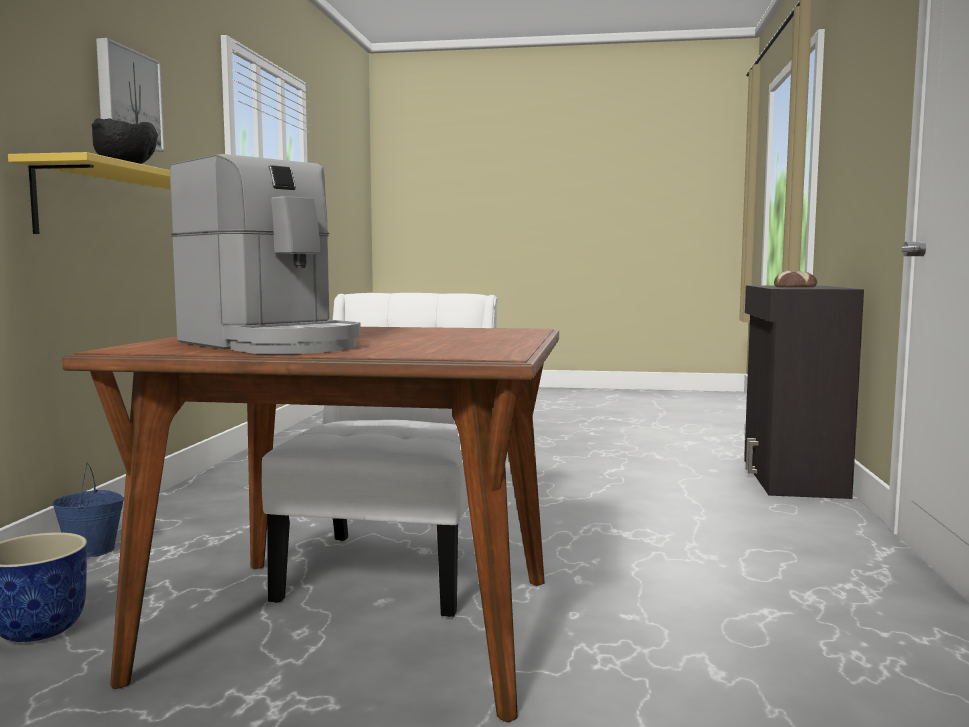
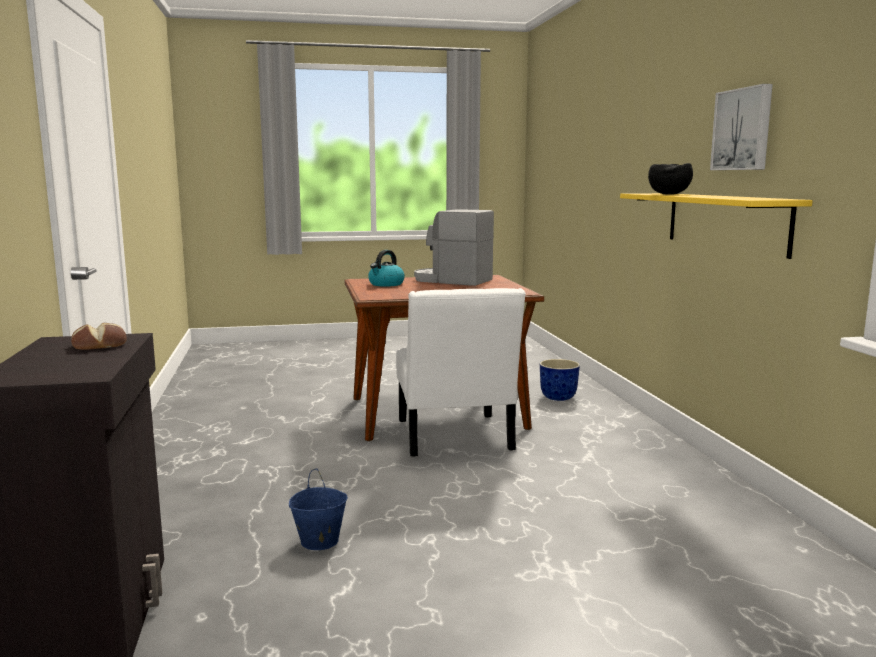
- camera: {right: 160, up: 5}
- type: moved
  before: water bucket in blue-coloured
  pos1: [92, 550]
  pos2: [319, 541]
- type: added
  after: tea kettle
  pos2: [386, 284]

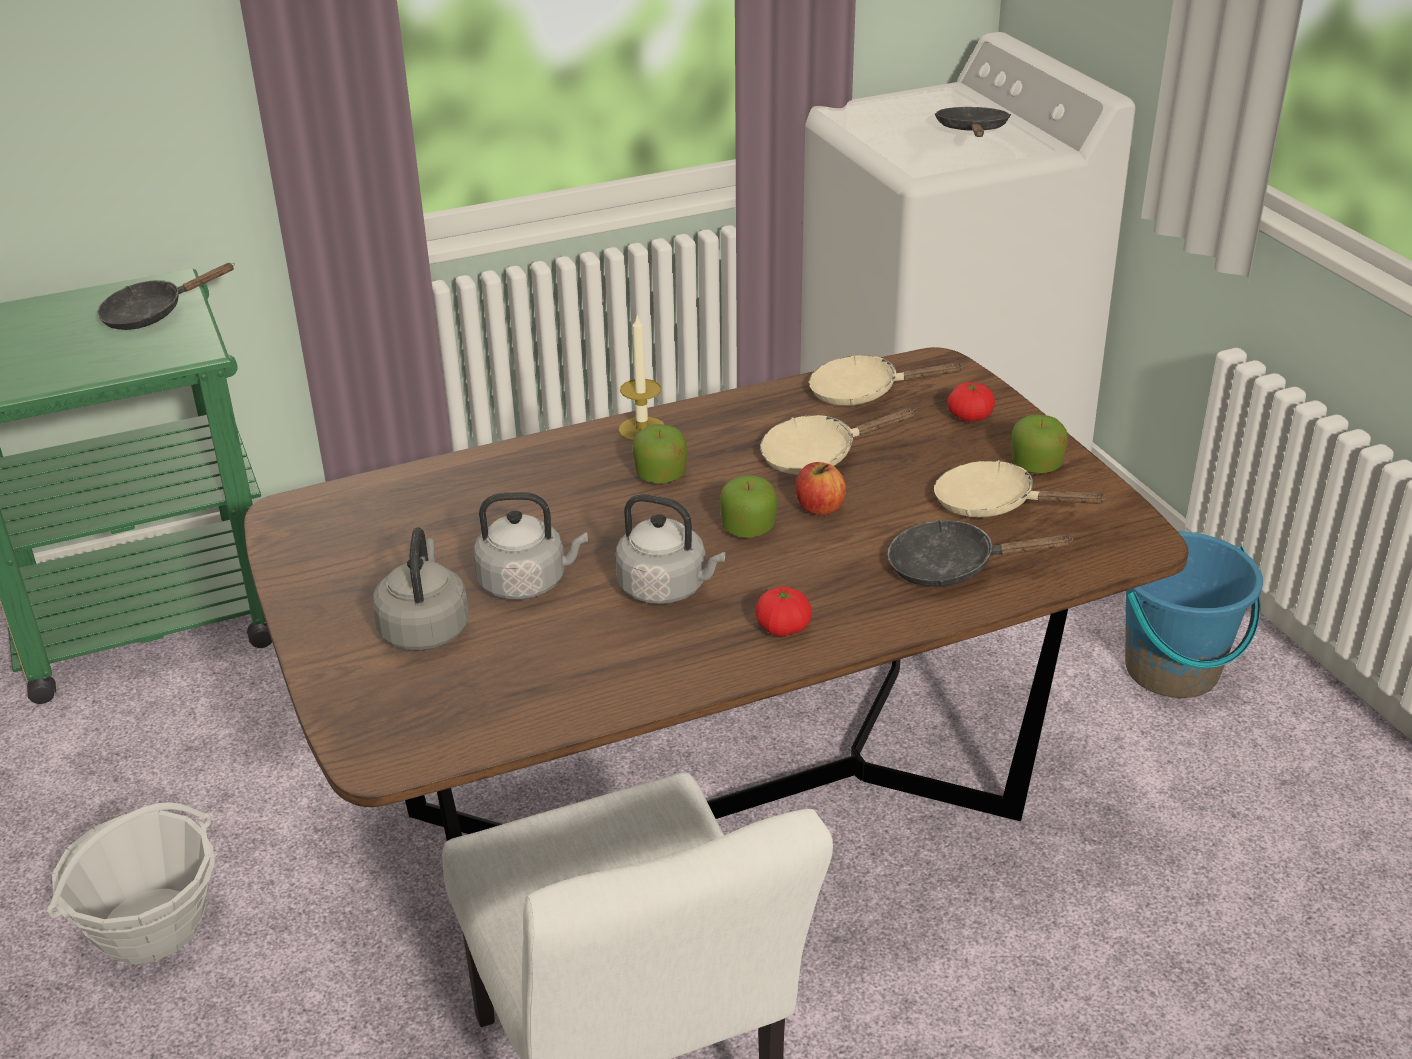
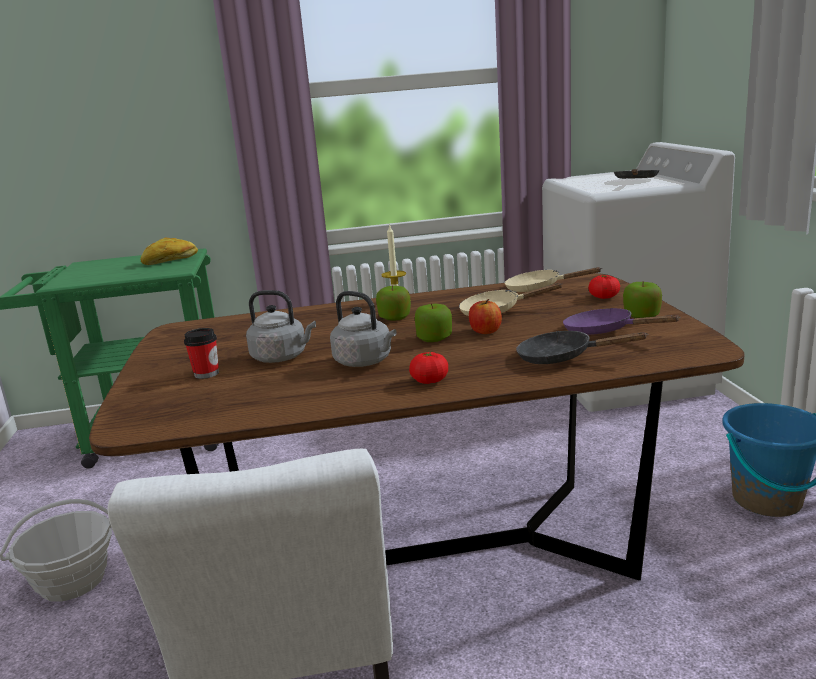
- camera: {right: 15, up: -15}
- type: replaced
  before: pan in black-coloured
  after: baked bread
  pos1: [152, 314]
  pos2: [170, 260]
- type: recoloured
  before: pan in sand-coloured
  after: pan in purple-coloured
  pos1: [994, 505]
  pos2: [605, 332]
- type: replaced
  before: tea kettle in grey
  after: drinking cup
  pos1: [425, 628]
  pos2: [206, 374]

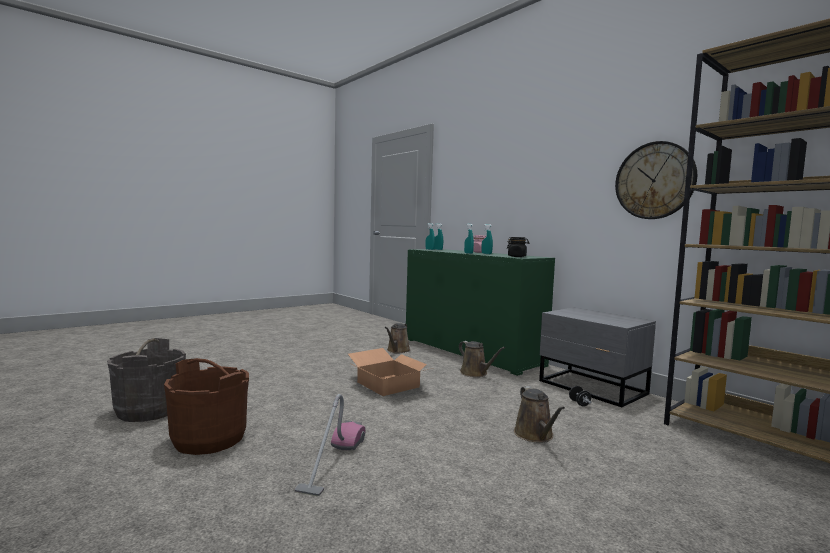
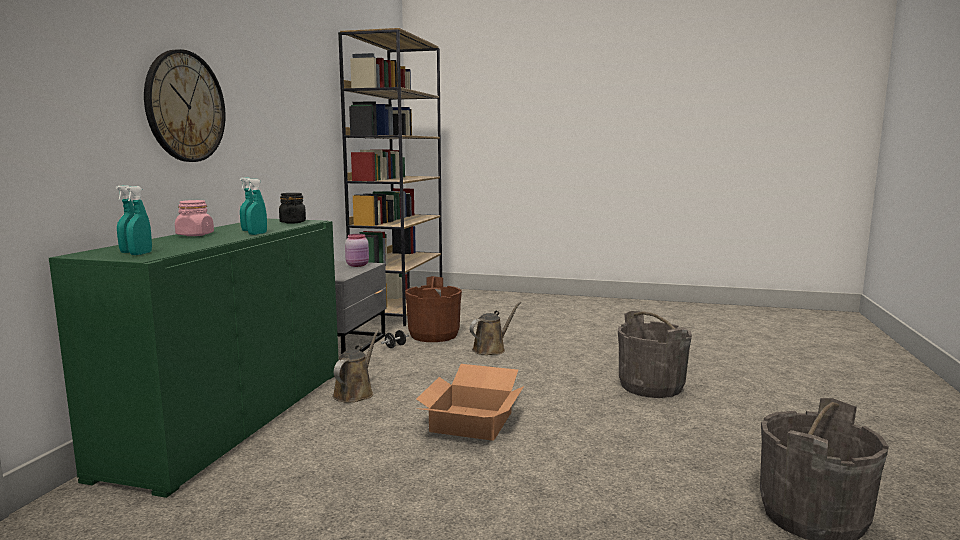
- camera: {right: -125, up: 5}
- type: moved
  before: hanging clock
  pos1: [654, 180]
  pos2: [185, 106]
- type: removed
  before: sprinkling can in brown-coloured
  pos1: [397, 351]
- type: moved
  before: water bucket in brown-coloured
  pos1: [209, 439]
  pos2: [434, 335]
- type: replaced
  before: vacuum
  after: water bucket in grey
  pos1: [333, 462]
  pos2: [651, 386]
- type: added
  after: jar in pink-coloured
  pos2: [358, 265]

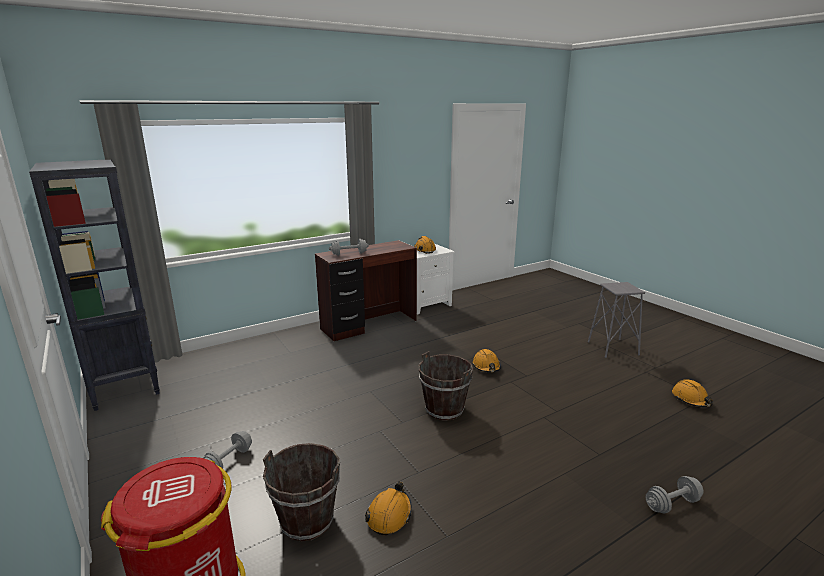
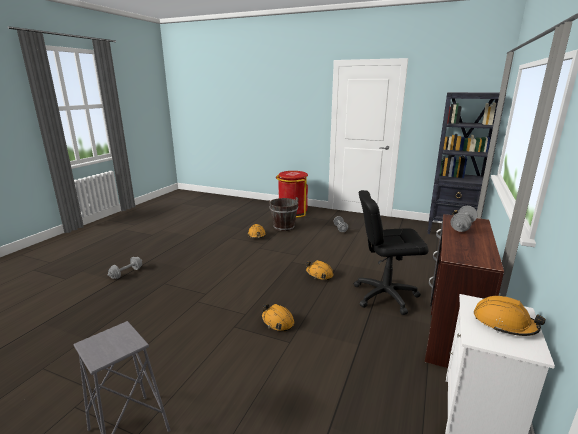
- camera: {right: 145, up: 0}
- type: removed
  before: water bucket in brown-coloured
  pos1: [444, 409]
- type: moved
  before: hard hat in orangey
  pos1: [691, 399]
  pos2: [319, 274]
- type: added
  after: computer chair in black-coloured
  pos2: [385, 295]

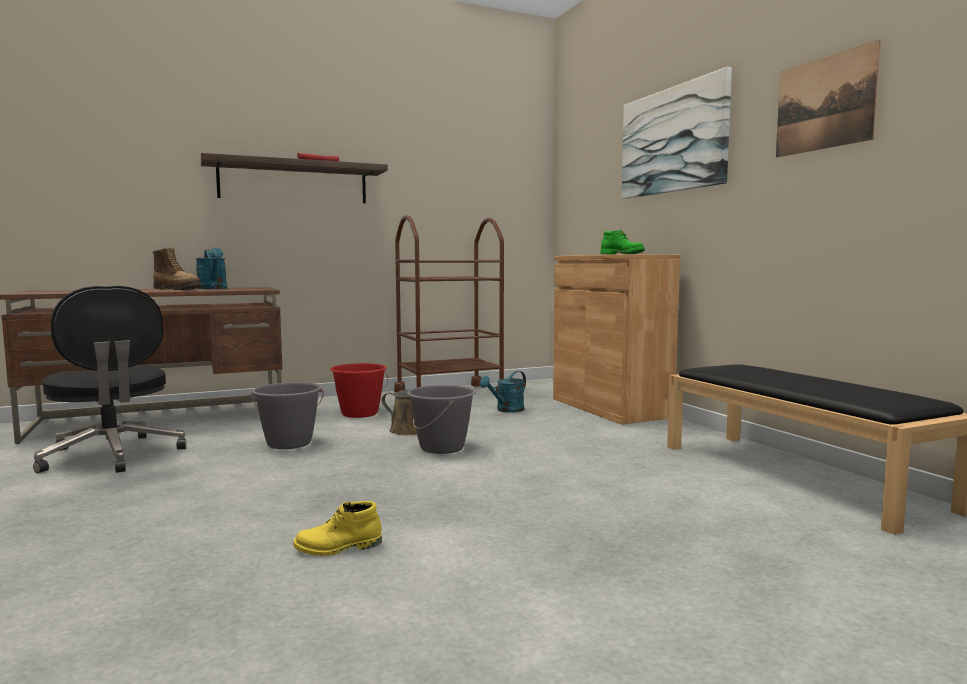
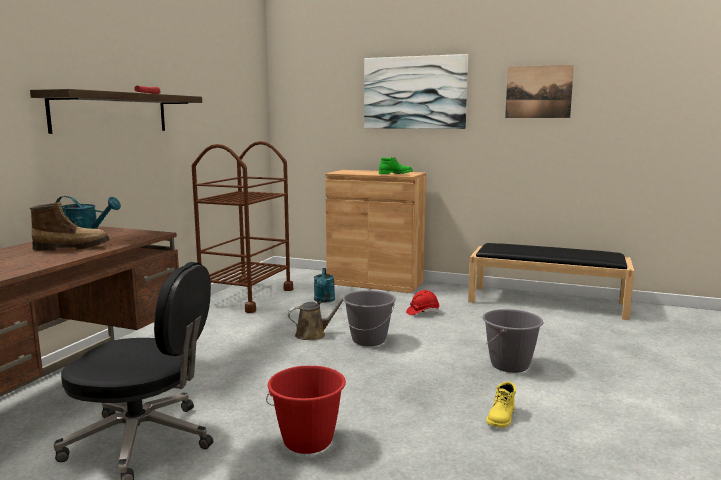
- camera: {right: -45, up: 5}
- type: moved
  before: water bucket in reddish
  pos1: [359, 414]
  pos2: [308, 441]
- type: moved
  before: water bucket in grey
  pos1: [289, 443]
  pos2: [510, 365]
- type: added
  after: hard hat in reddish
  pos2: [422, 312]

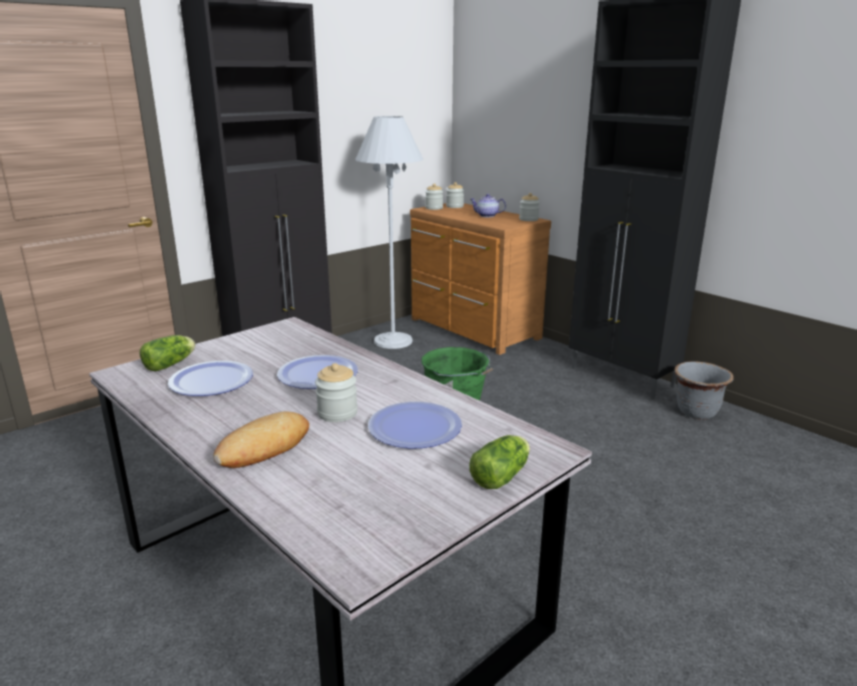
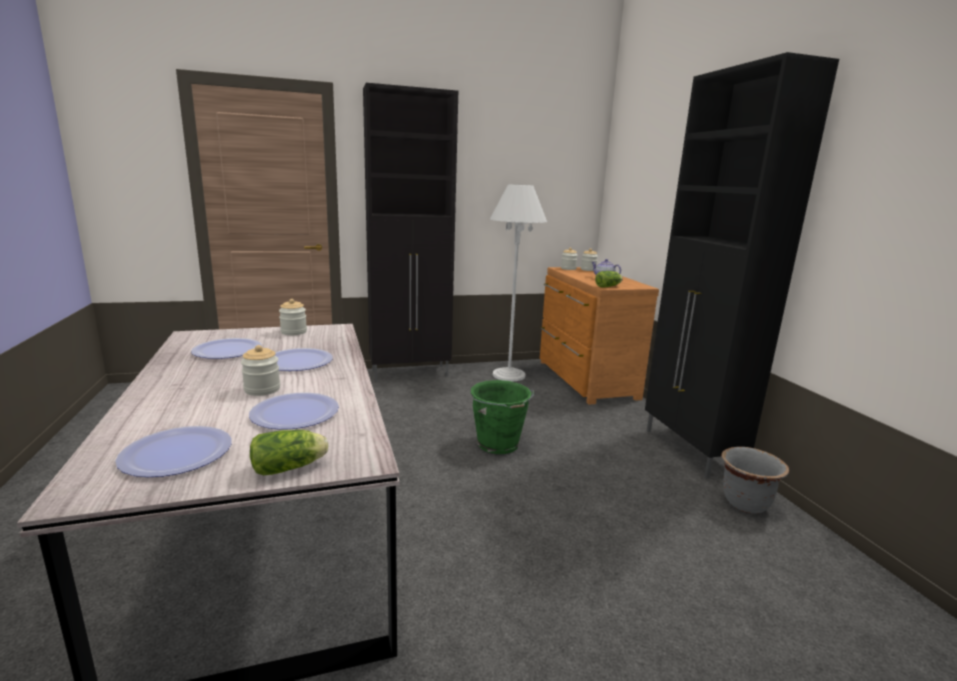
- camera: {right: 25, up: -5}
- type: moved
  before: jar
  pos1: [528, 219]
  pos2: [293, 332]
- type: moved
  before: lettuce
  pos1: [171, 364]
  pos2: [609, 286]
- type: removed
  before: baked bread
  pos1: [264, 447]
- type: added
  after: plate
  pos2: [177, 453]

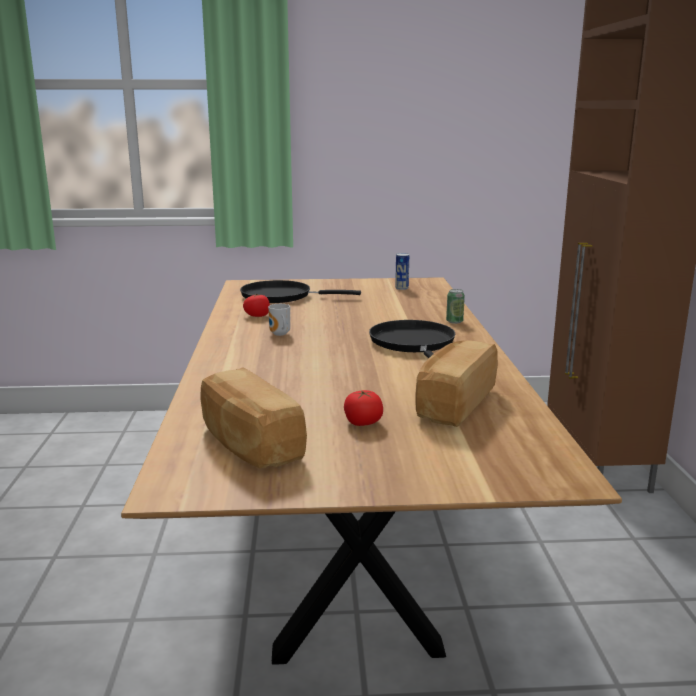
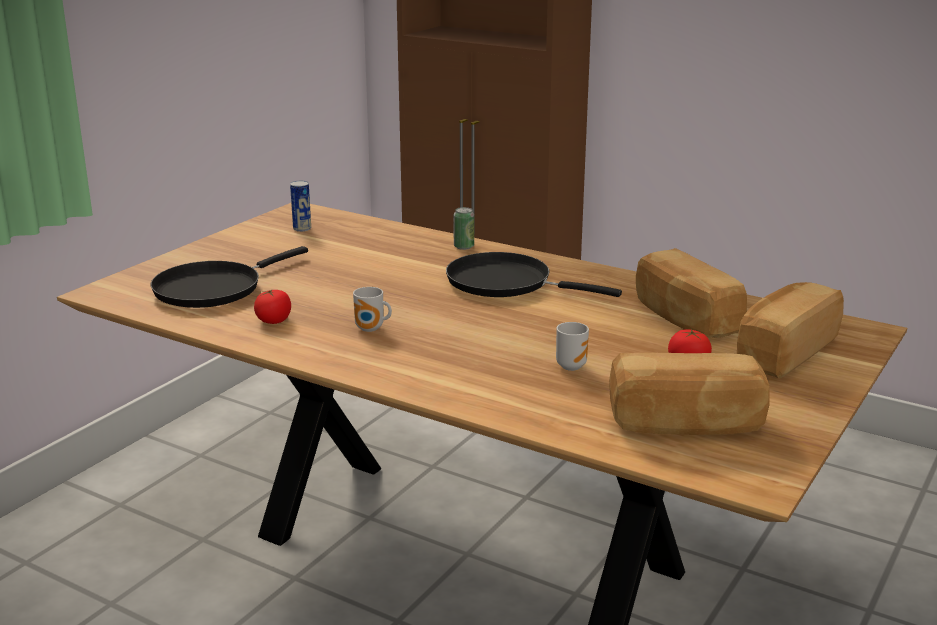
- camera: {right: -55, up: 5}
- type: added
  after: baked bread
  pos2: [783, 352]
- type: added
  after: mug
  pos2: [571, 365]

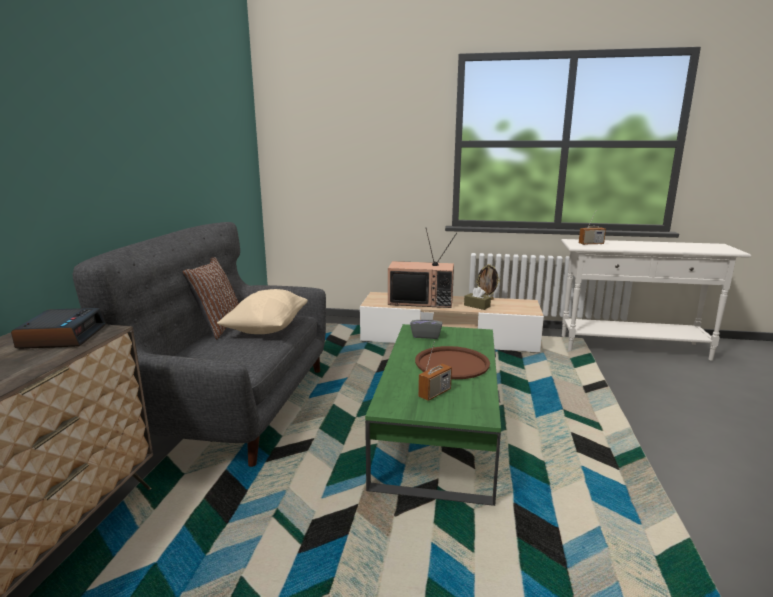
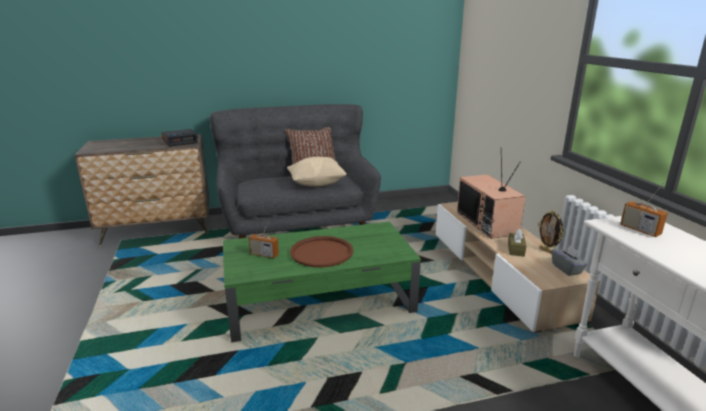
- camera: {right: 65, up: 5}
- type: moved
  before: tissue box in grey
  pos1: [426, 335]
  pos2: [567, 269]

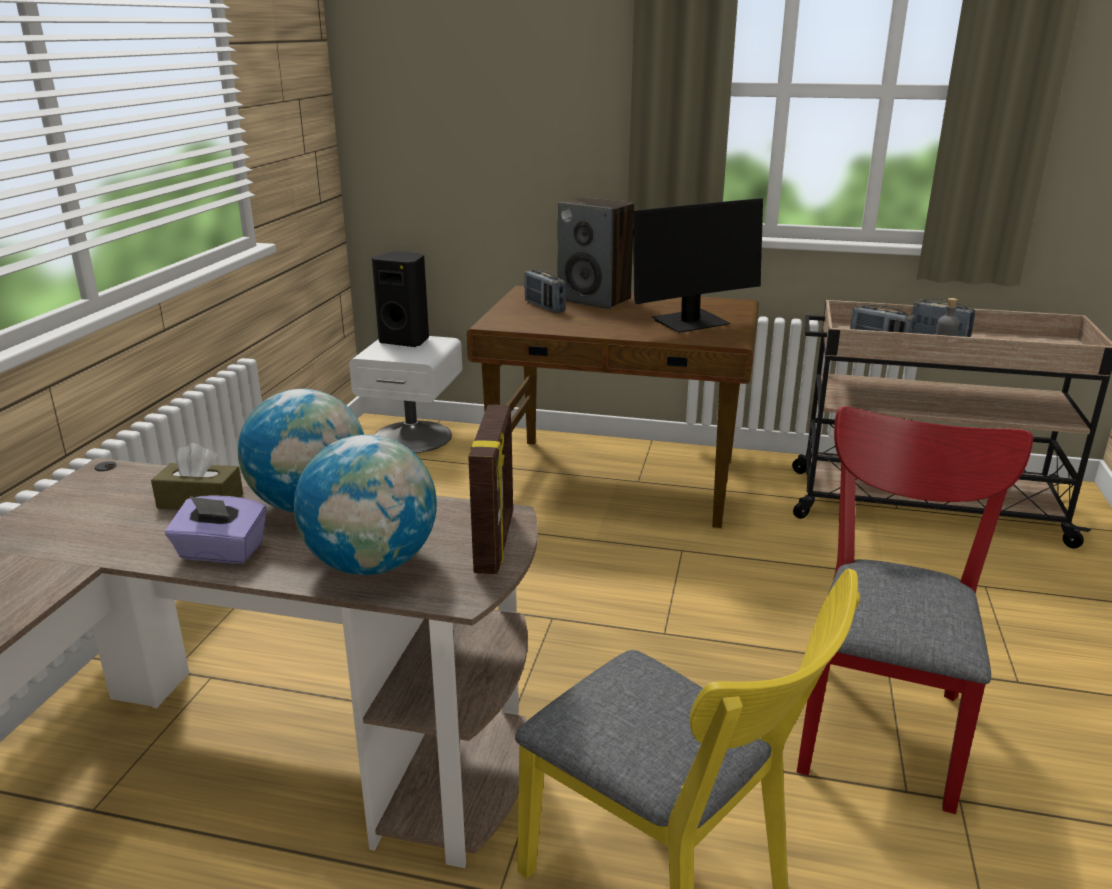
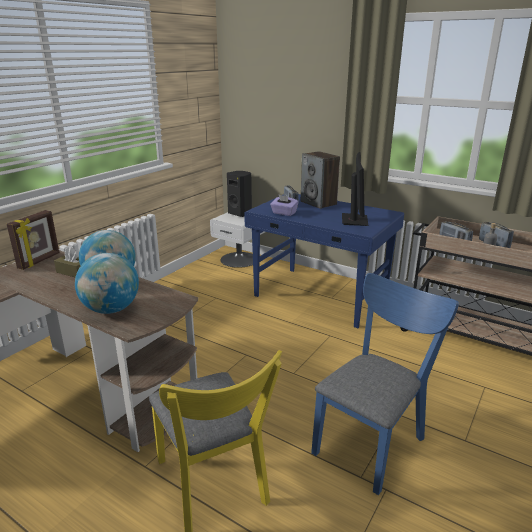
- camera: {right: 20, up: 0}
- type: turned
  before: computer screen
  pos1: [690, 322]
  pos2: [354, 220]
  turn: -75
- type: recoloured
  before: desk unit in brown-coloured
  after: desk unit in blue-coloured
  pos1: [616, 482]
  pos2: [320, 296]
- type: moved
  before: standing frame
  pos1: [496, 542]
  pos2: [39, 261]
- type: recoloured
  before: chair in reddish
  after: chair in blue-coloured
  pos1: [881, 720]
  pos2: [373, 440]
- type: moved
  before: tissue box in purple-coloured
  pos1: [221, 552]
  pos2: [284, 213]

